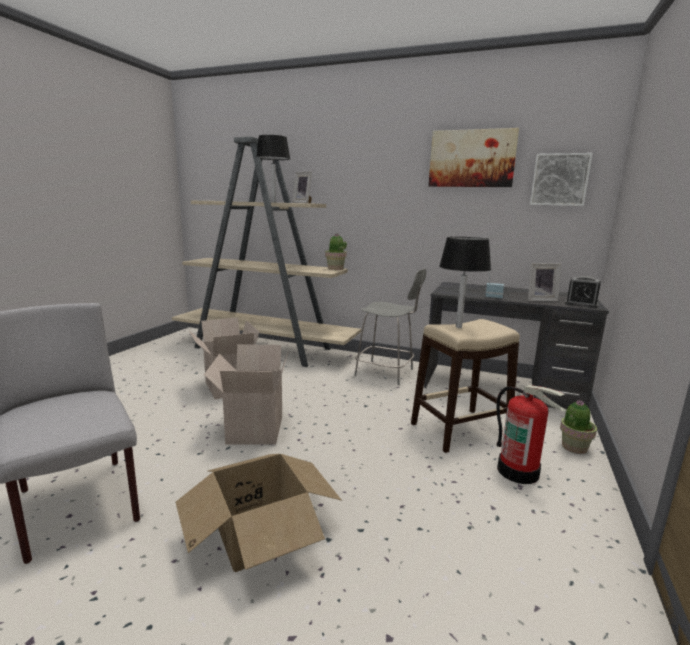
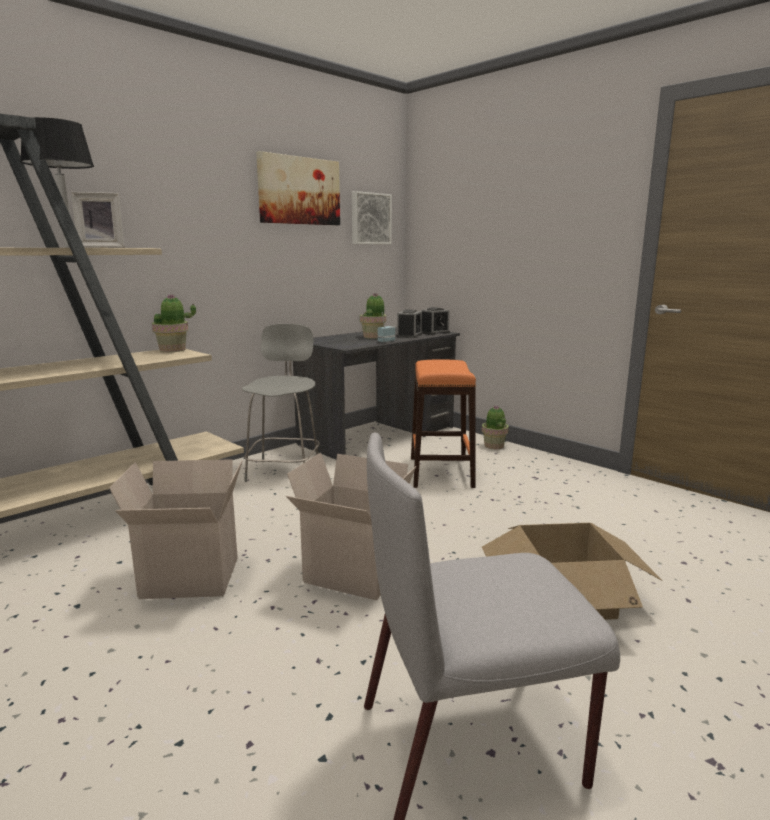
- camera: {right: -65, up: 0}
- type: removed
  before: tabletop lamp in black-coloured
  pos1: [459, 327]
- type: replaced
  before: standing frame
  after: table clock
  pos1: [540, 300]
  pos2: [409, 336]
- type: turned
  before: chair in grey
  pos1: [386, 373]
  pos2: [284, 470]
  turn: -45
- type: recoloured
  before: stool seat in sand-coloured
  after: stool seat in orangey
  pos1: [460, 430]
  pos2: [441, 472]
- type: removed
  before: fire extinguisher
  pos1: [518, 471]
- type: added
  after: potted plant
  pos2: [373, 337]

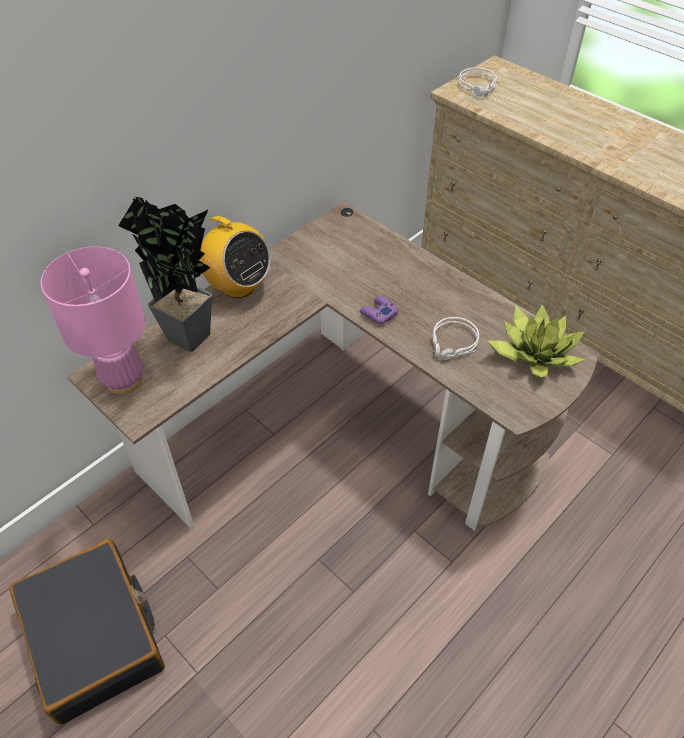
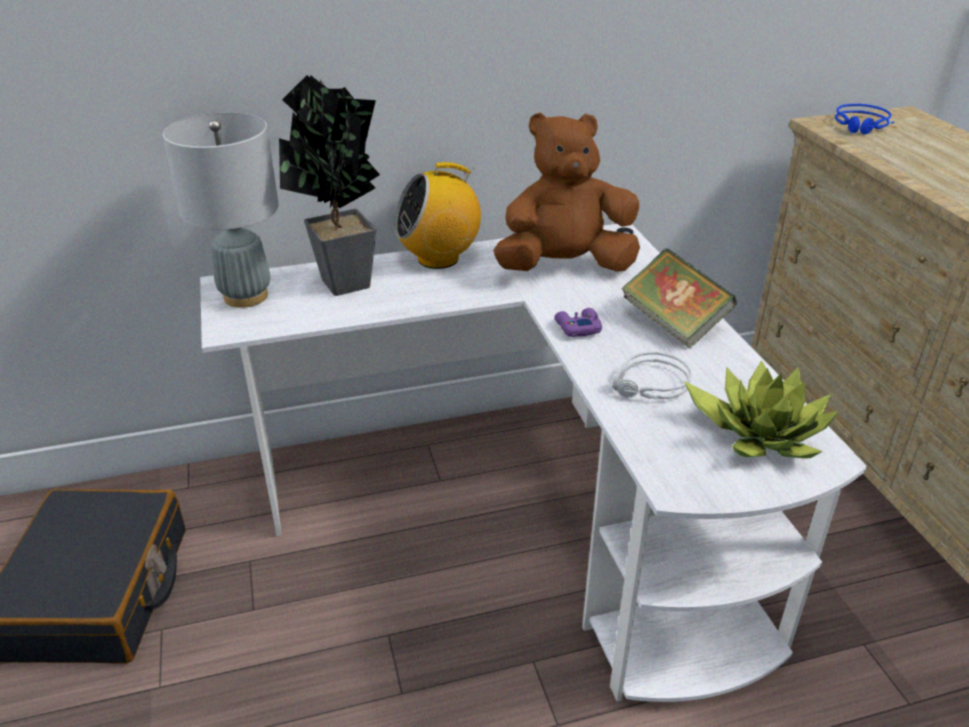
- camera: {right: 30, up: -15}
- type: recoloured
  before: headset in grey
  after: headset in blue-coloured
  pos1: [479, 86]
  pos2: [862, 125]
- type: recoloured
  before: desk unit in brown-coloured
  after: desk unit in white
  pos1: [346, 427]
  pos2: [530, 508]
- type: turned
  before: radio
  pos1: [238, 286]
  pos2: [439, 258]
  turn: 90
- type: recoloured
  before: tabletop lamp in pink-coloured
  after: tabletop lamp in grey
  pos1: [124, 380]
  pos2: [246, 296]
- type: added
  after: cuddly toy in brown-coloured
  pos2: [565, 267]
- type: added
  after: book
  pos2: [673, 323]

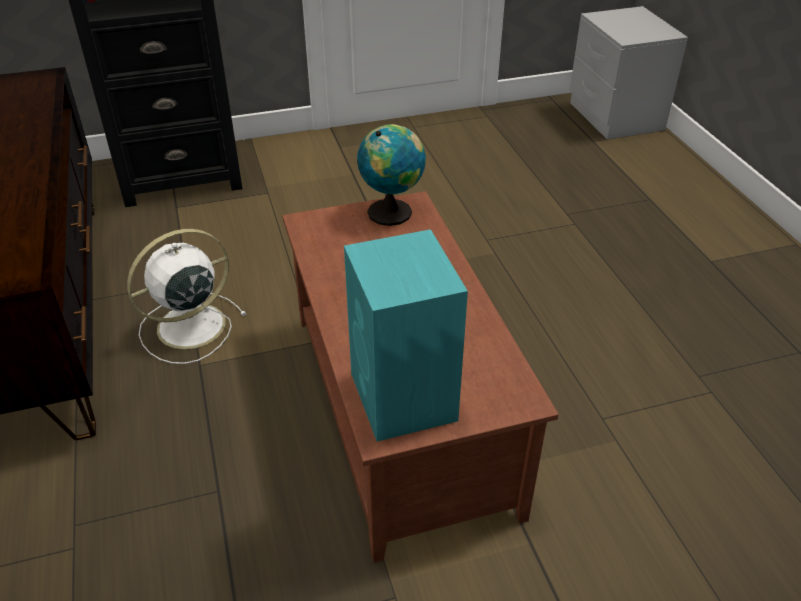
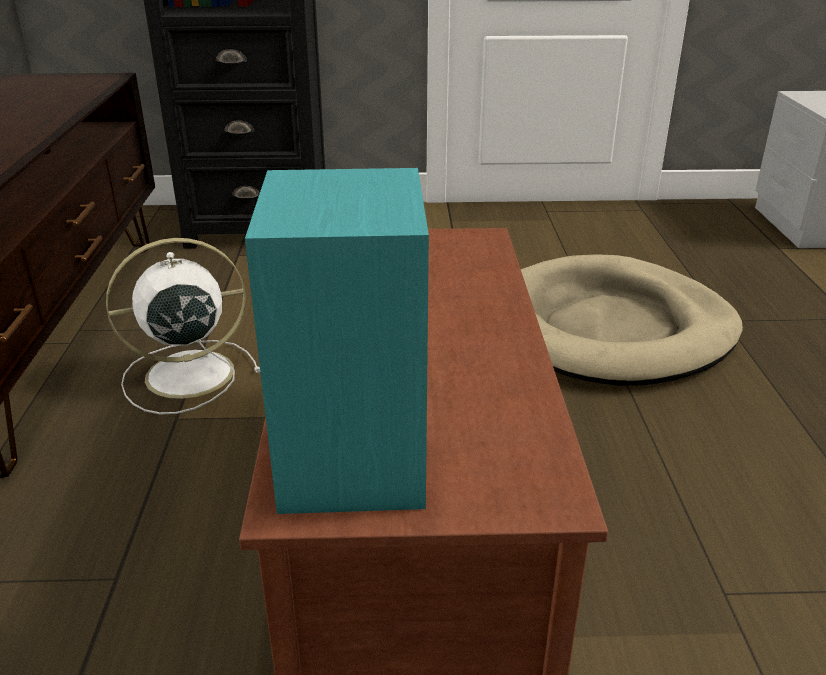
- camera: {right: 15, up: -10}
- type: removed
  before: world globe
  pos1: [392, 211]
- type: added
  after: dog cushion in sand-coloured
  pos2: [609, 329]

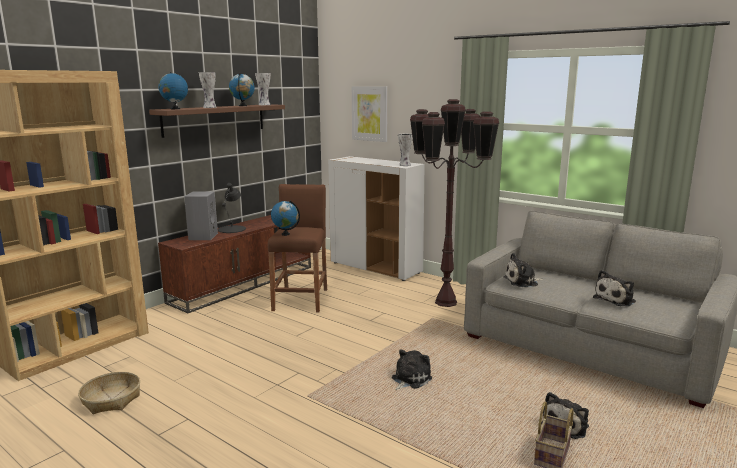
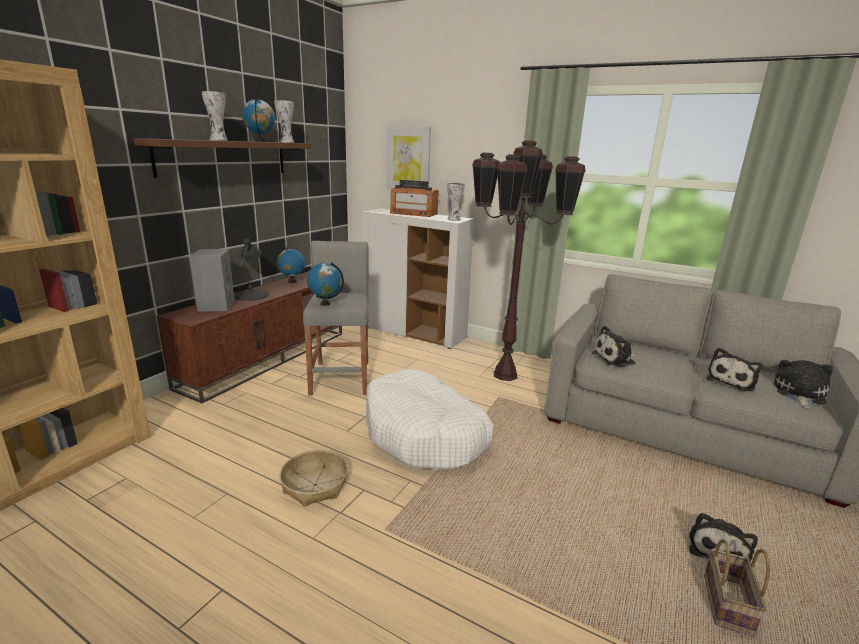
- camera: {right: -10, up: 5}
- type: moved
  before: world globe
  pos1: [175, 109]
  pos2: [292, 282]
- type: recoloured
  before: stool seat in brown-coloured
  after: stool seat in grey
  pos1: [301, 300]
  pos2: [341, 378]
- type: moved
  before: cuddly toy
  pos1: [409, 379]
  pos2: [798, 394]
- type: moved
  before: storage basket
  pos1: [111, 399]
  pos2: [315, 484]
- type: added
  after: radio
  pos2: [413, 213]
- type: added
  after: dog cushion in white
  pos2: [424, 433]

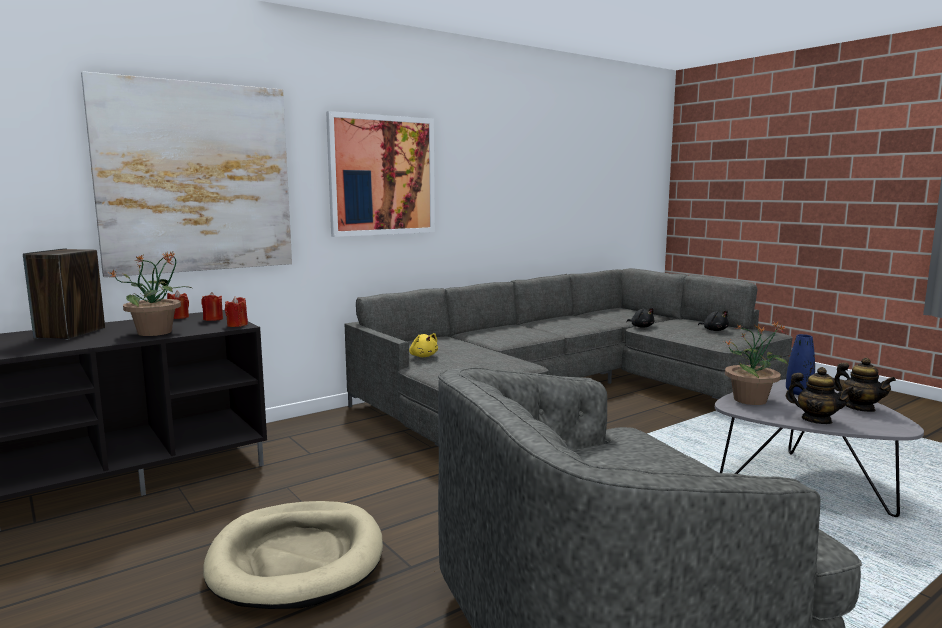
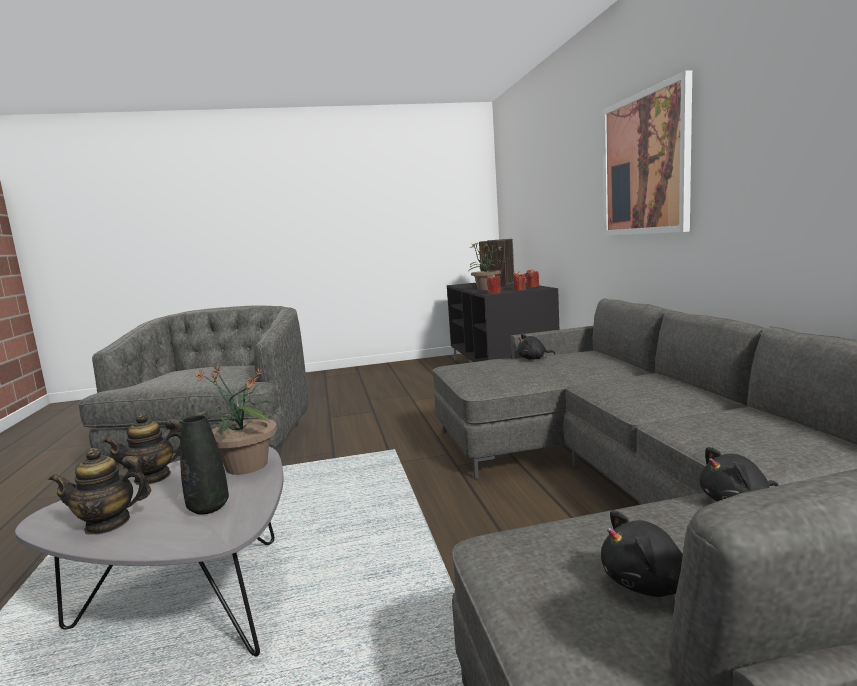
- camera: {right: 115, up: 0}
- type: removed
  before: wall art
  pos1: [196, 178]
- type: recoloured
  before: cuddly toy in yellowish
  after: cuddly toy in black-coloured
  pos1: [423, 356]
  pos2: [533, 359]
- type: recoloured
  before: flower vase in blue-coloured
  after: flower vase in black-coloured
  pos1: [798, 392]
  pos2: [208, 508]
- type: removed
  before: dog cushion in sand-coloured
  pos1: [297, 559]

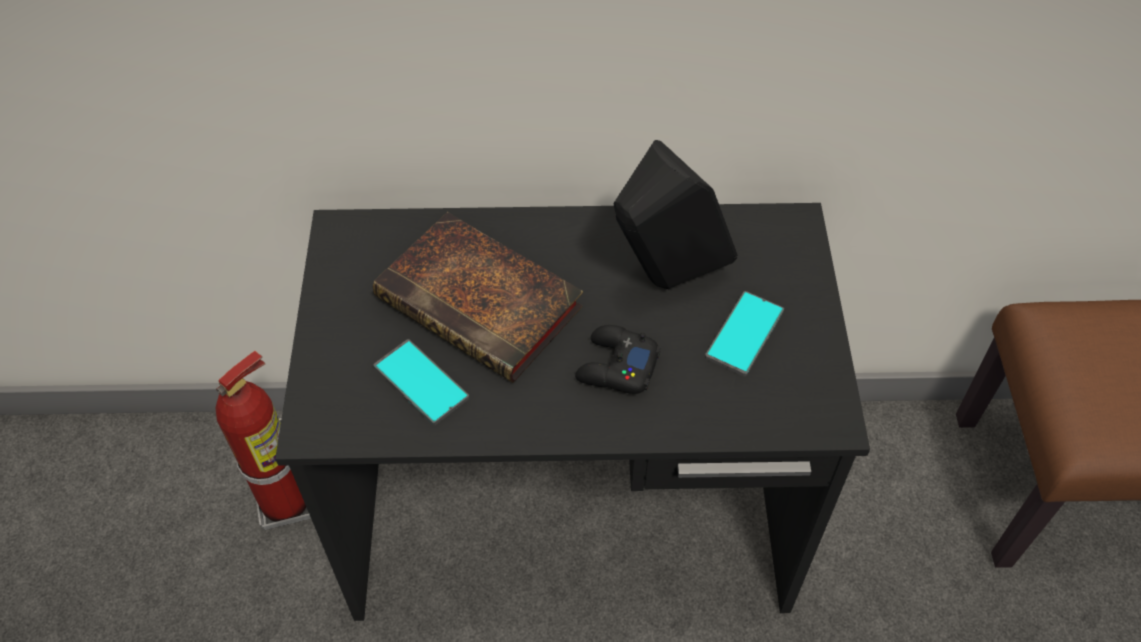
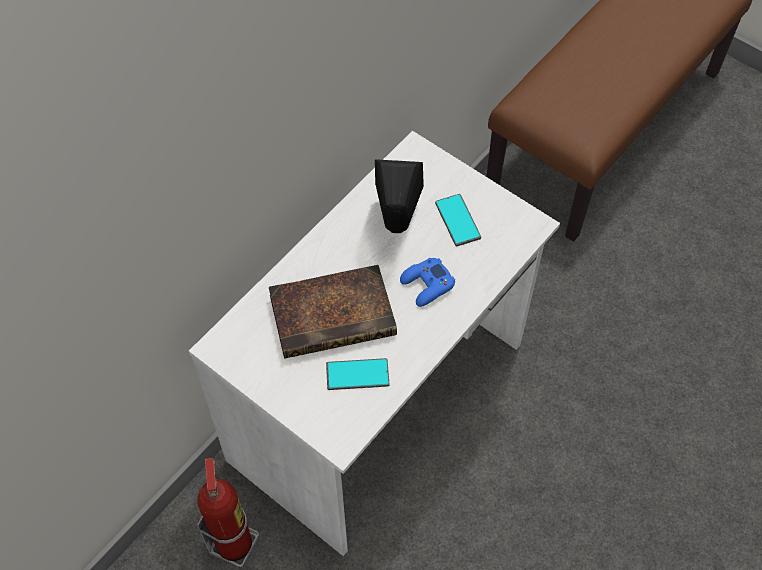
- camera: {right: -50, up: 5}
- type: recoloured
  before: desk unit in black-coloured
  after: desk unit in white
  pos1: [572, 518]
  pos2: [381, 403]
- type: recoloured
  before: gamepad in black-coloured
  after: gamepad in blue-coloured
  pos1: [616, 366]
  pos2: [427, 285]

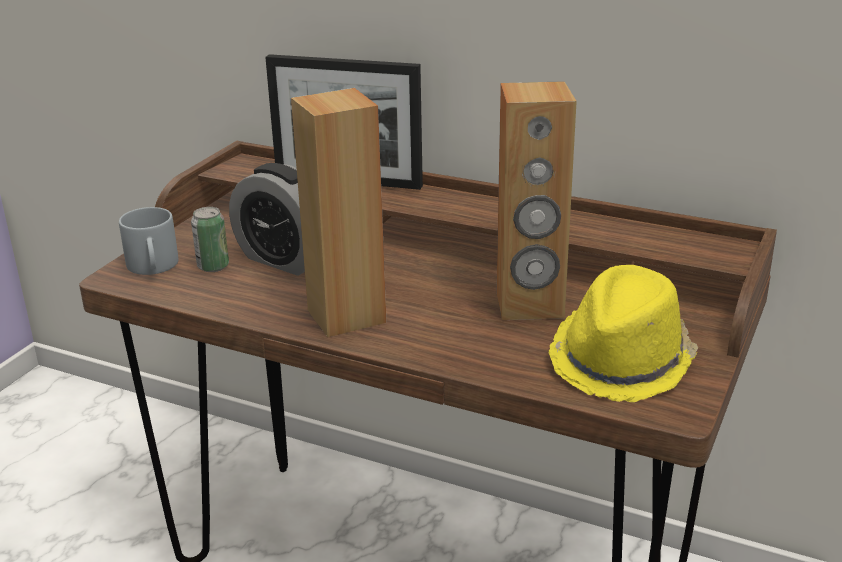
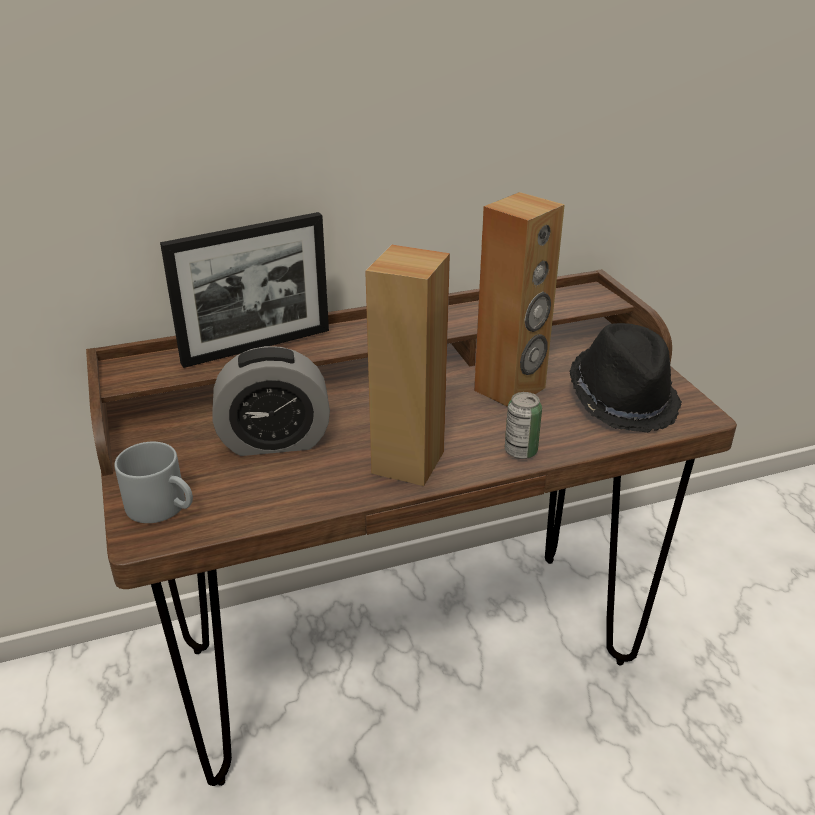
- camera: {right: -45, up: 5}
- type: moved
  before: can
  pos1: [213, 266]
  pos2: [520, 451]
- type: recoloured
  before: clothing hat in yellowish
  after: clothing hat in black-coloured
  pos1: [623, 360]
  pos2: [623, 399]

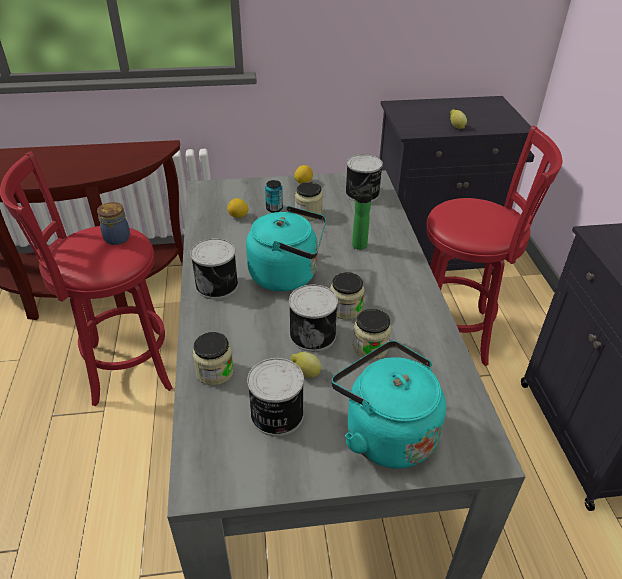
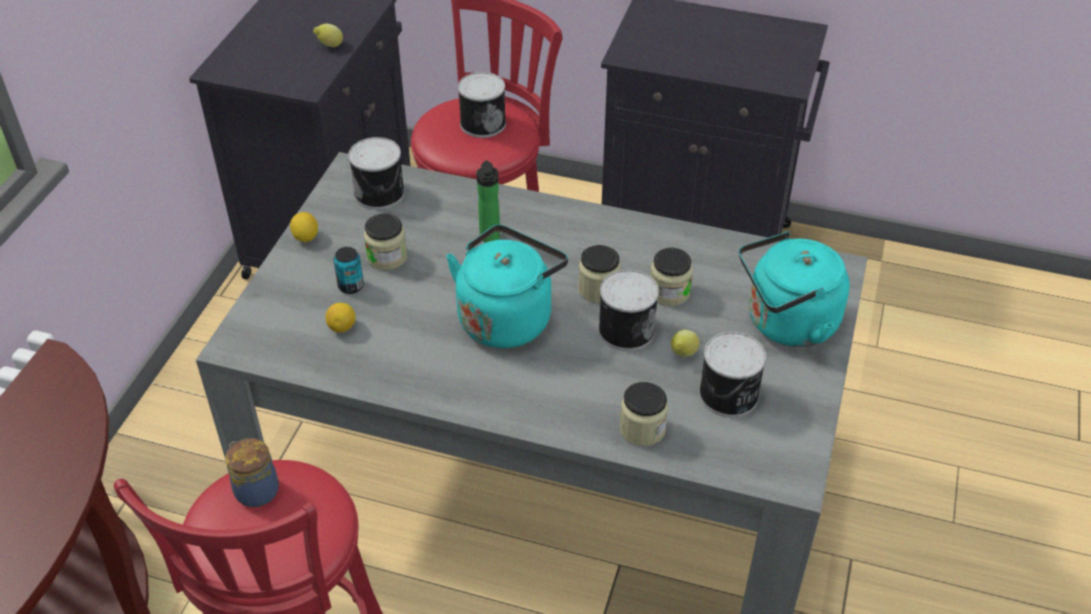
- camera: {right: -65, up: 5}
- type: moved
  before: can
  pos1: [218, 285]
  pos2: [482, 123]

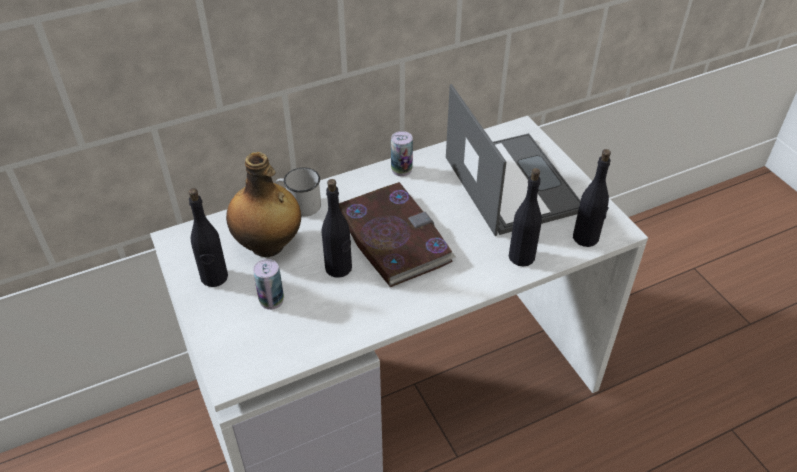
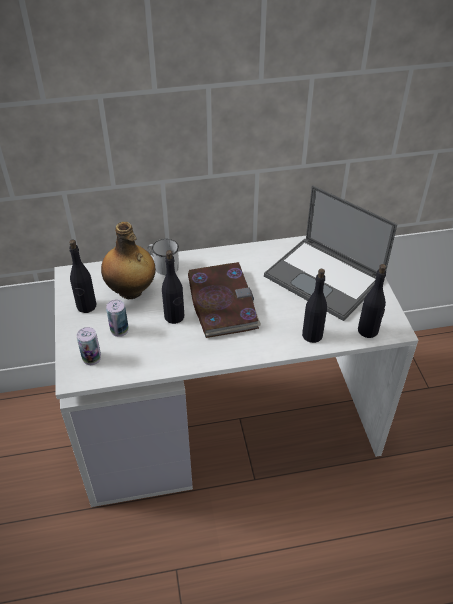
- camera: {right: 15, up: 0}
- type: turned
  before: notebook computer
  pos1: [510, 183]
  pos2: [325, 278]
  turn: 135
- type: moved
  before: can
  pos1: [401, 170]
  pos2: [91, 358]

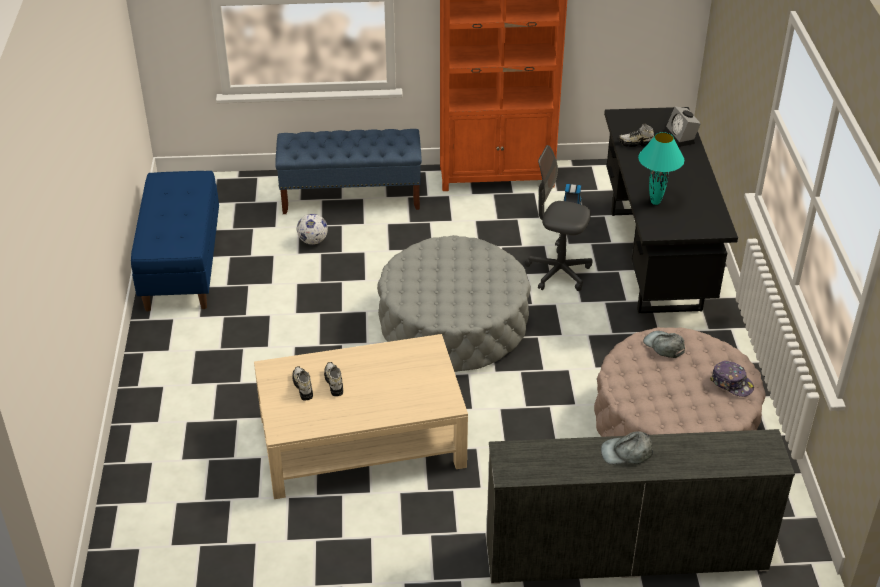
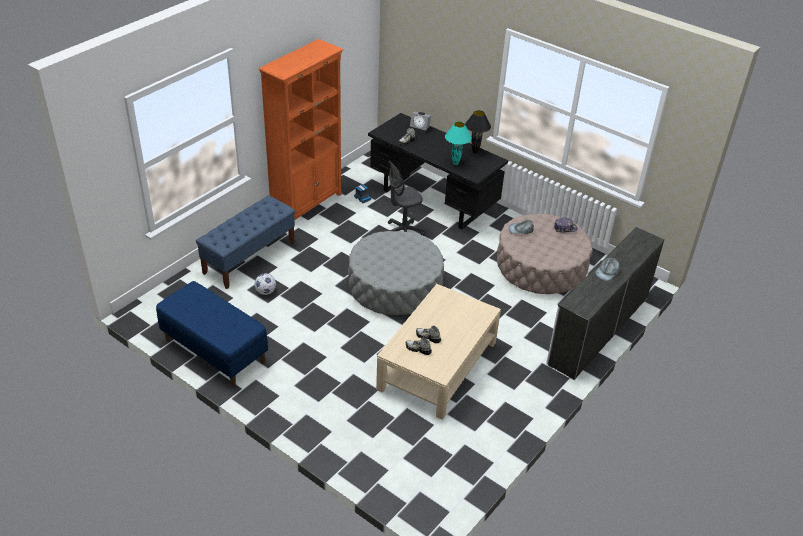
- camera: {right: -50, up: 0}
- type: added
  after: tabletop lamp in black-coloured
  pos2: [475, 152]

